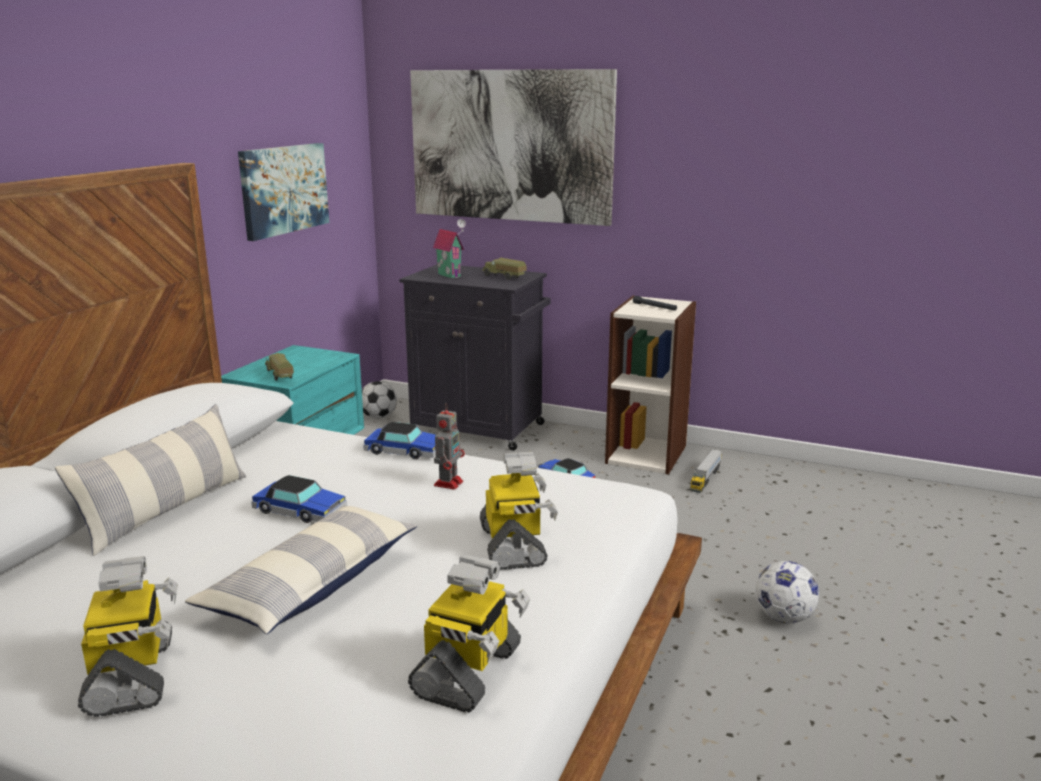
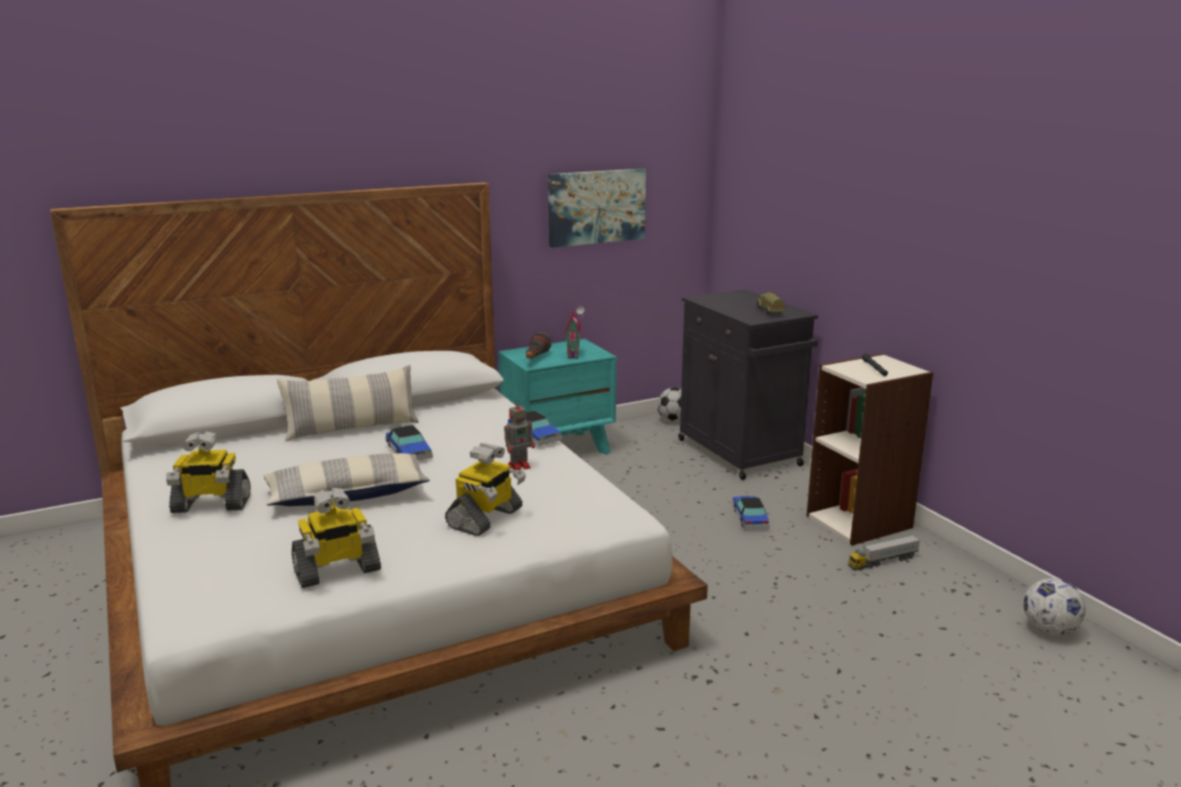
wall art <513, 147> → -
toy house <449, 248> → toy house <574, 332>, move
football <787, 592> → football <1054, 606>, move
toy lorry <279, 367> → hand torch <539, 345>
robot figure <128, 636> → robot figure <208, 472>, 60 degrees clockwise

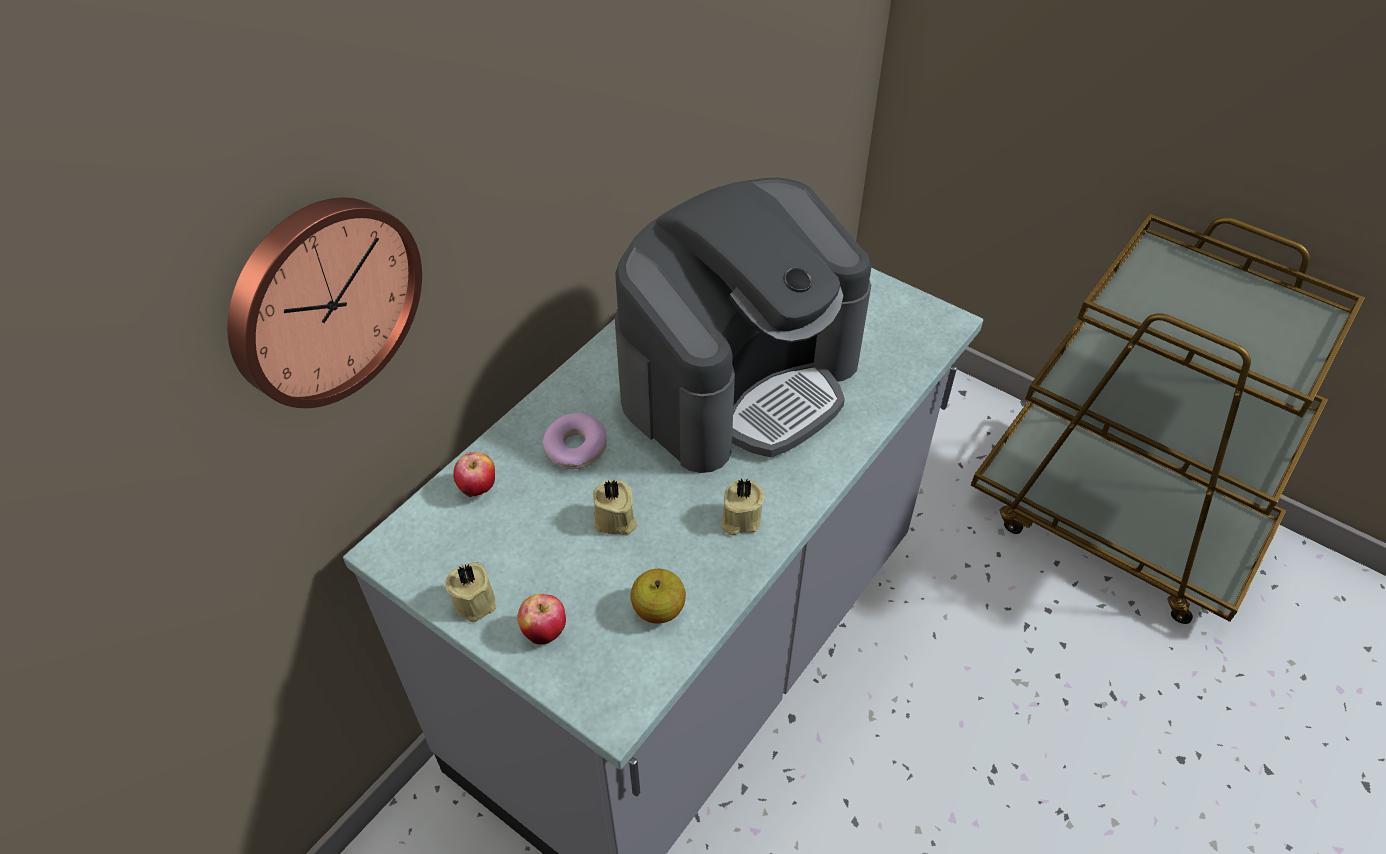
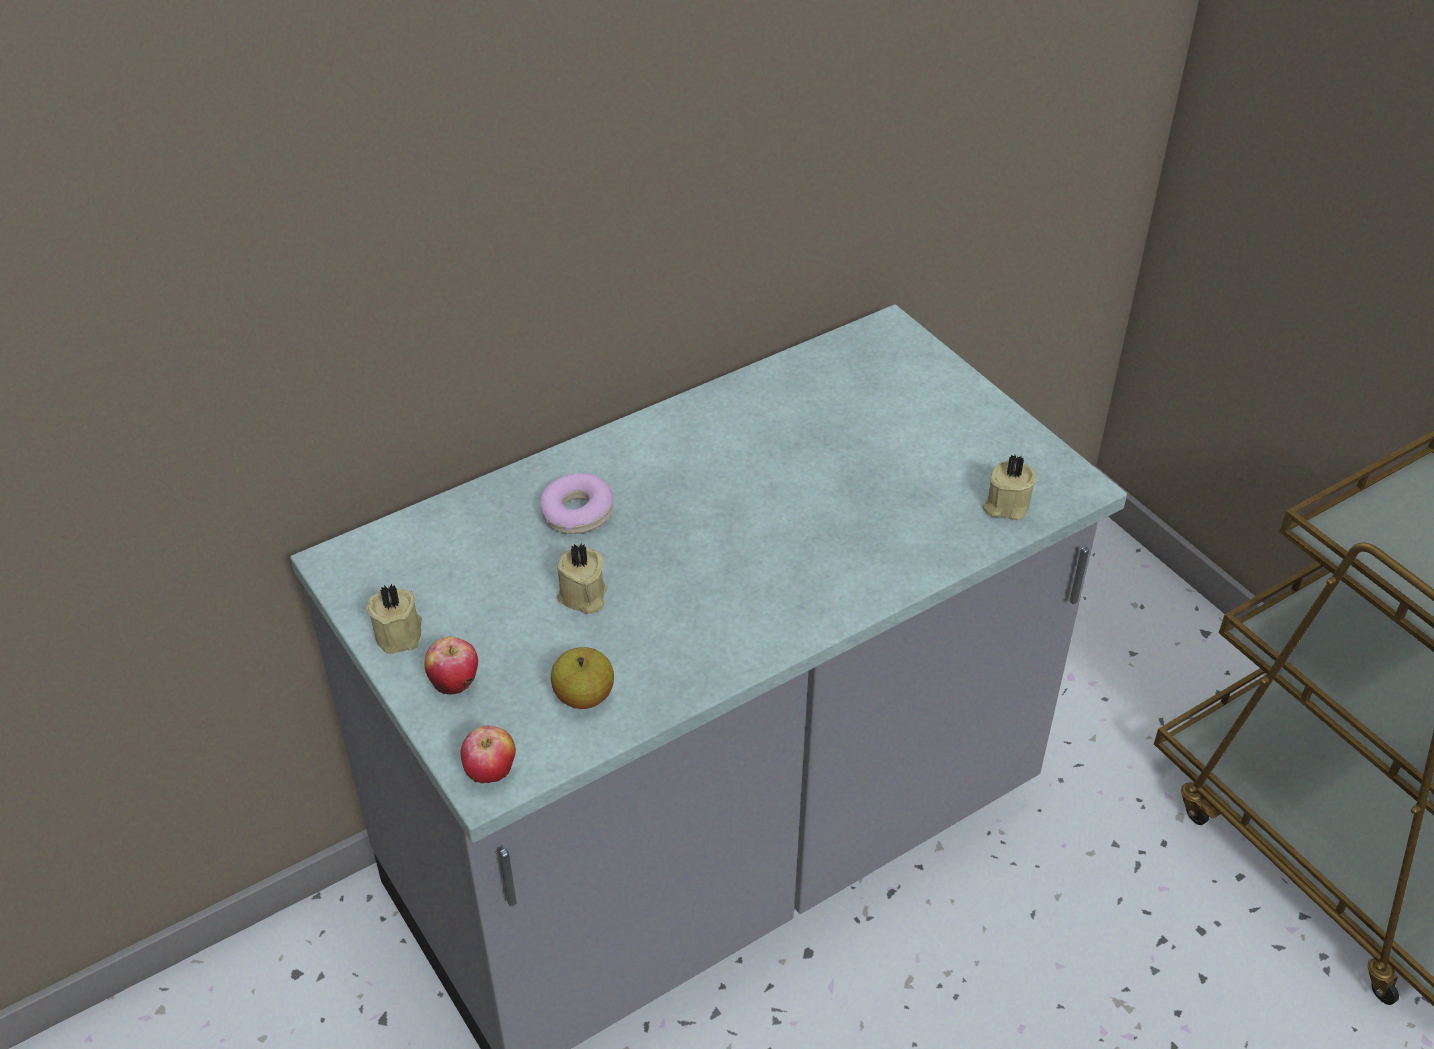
hanging clock <324, 303> → -
coffee machine <743, 325> → -
apple fruit <474, 474> → apple fruit <488, 754>, move
sand-coloured candle <743, 507> → sand-coloured candle <1009, 487>, move

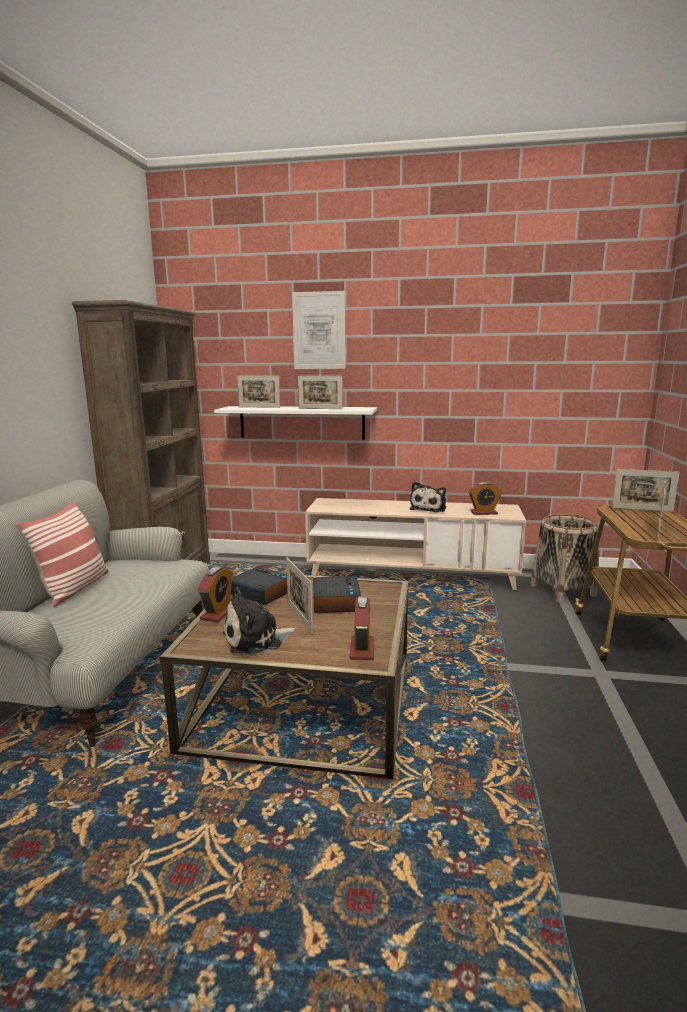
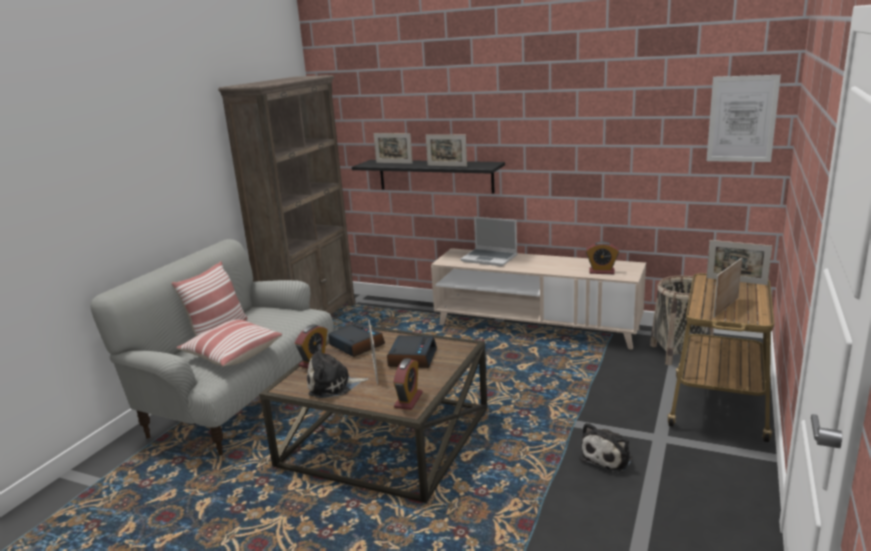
- → throw pillow <229, 343>
- → notebook computer <489, 241>
wall art <319, 330> → wall art <743, 118>, move
soft toy <428, 497> → soft toy <605, 448>, move
whitish wall shelf <295, 423> → black-coloured wall shelf <428, 176>

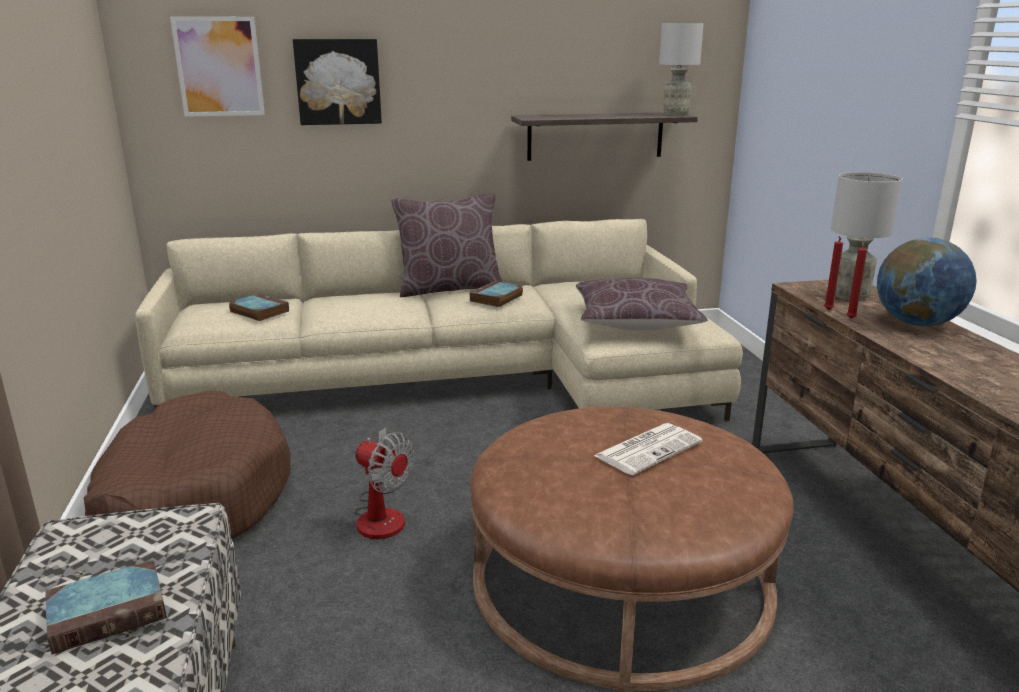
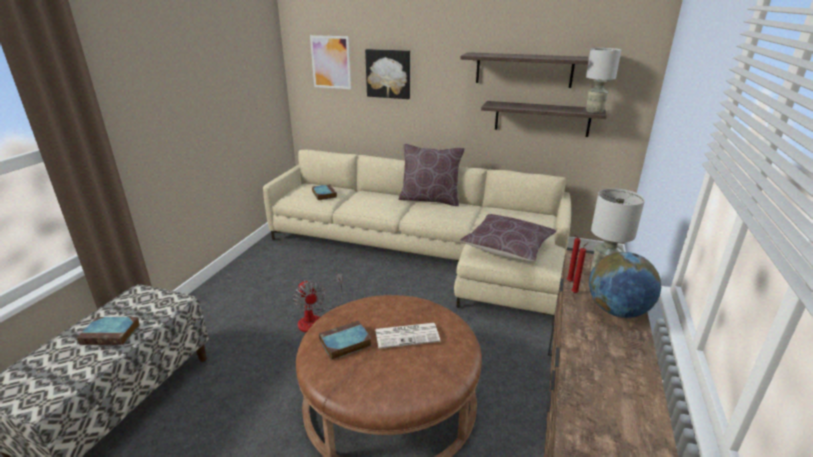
brownish dog bed <187, 465> → -
- → wall shelf <524, 70>
volume <496, 294> → volume <345, 340>, move

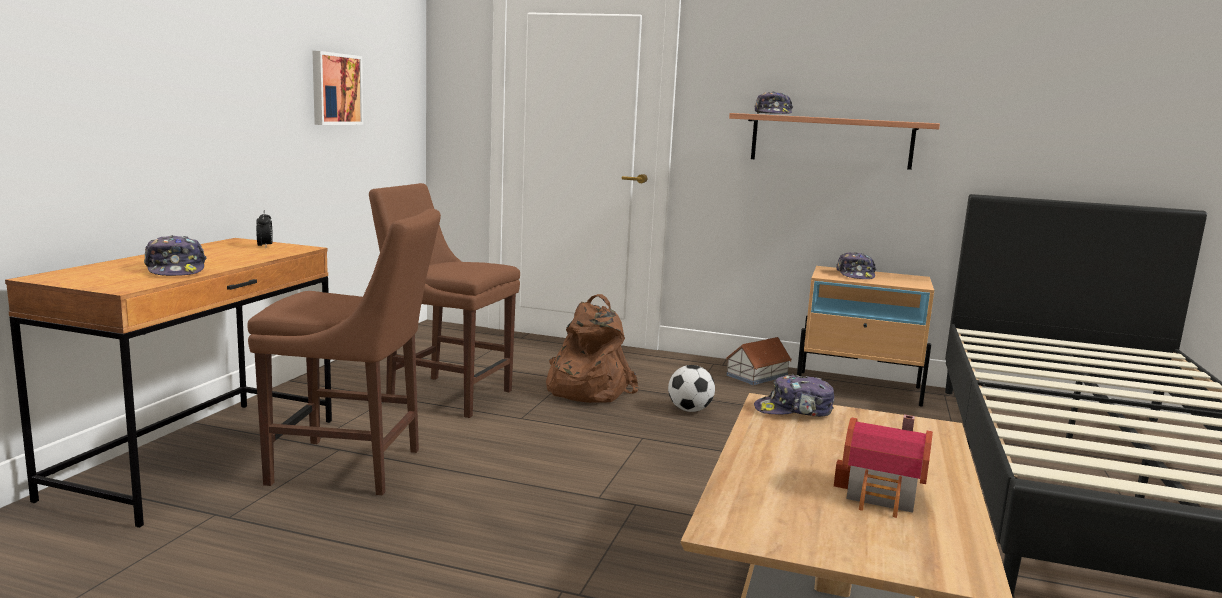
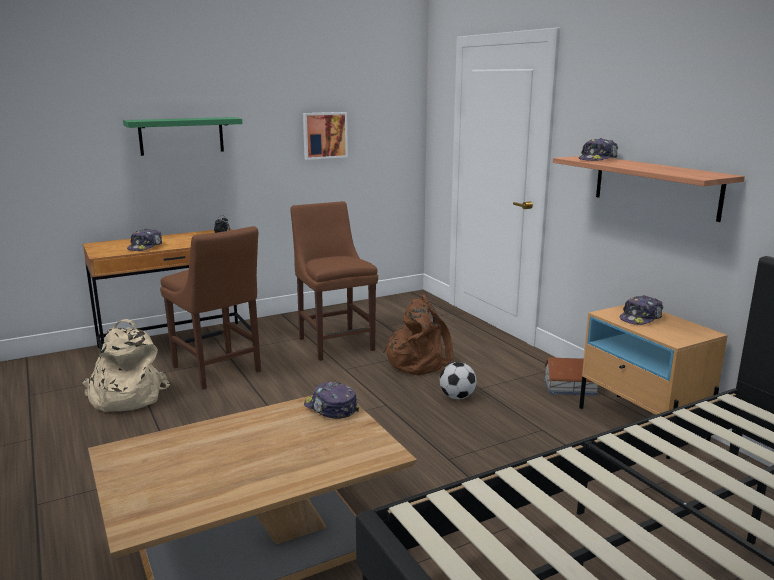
toy house <883, 466> → -
- → sand-coloured knapsack <126, 365>
- → greenish wall shelf <182, 136>

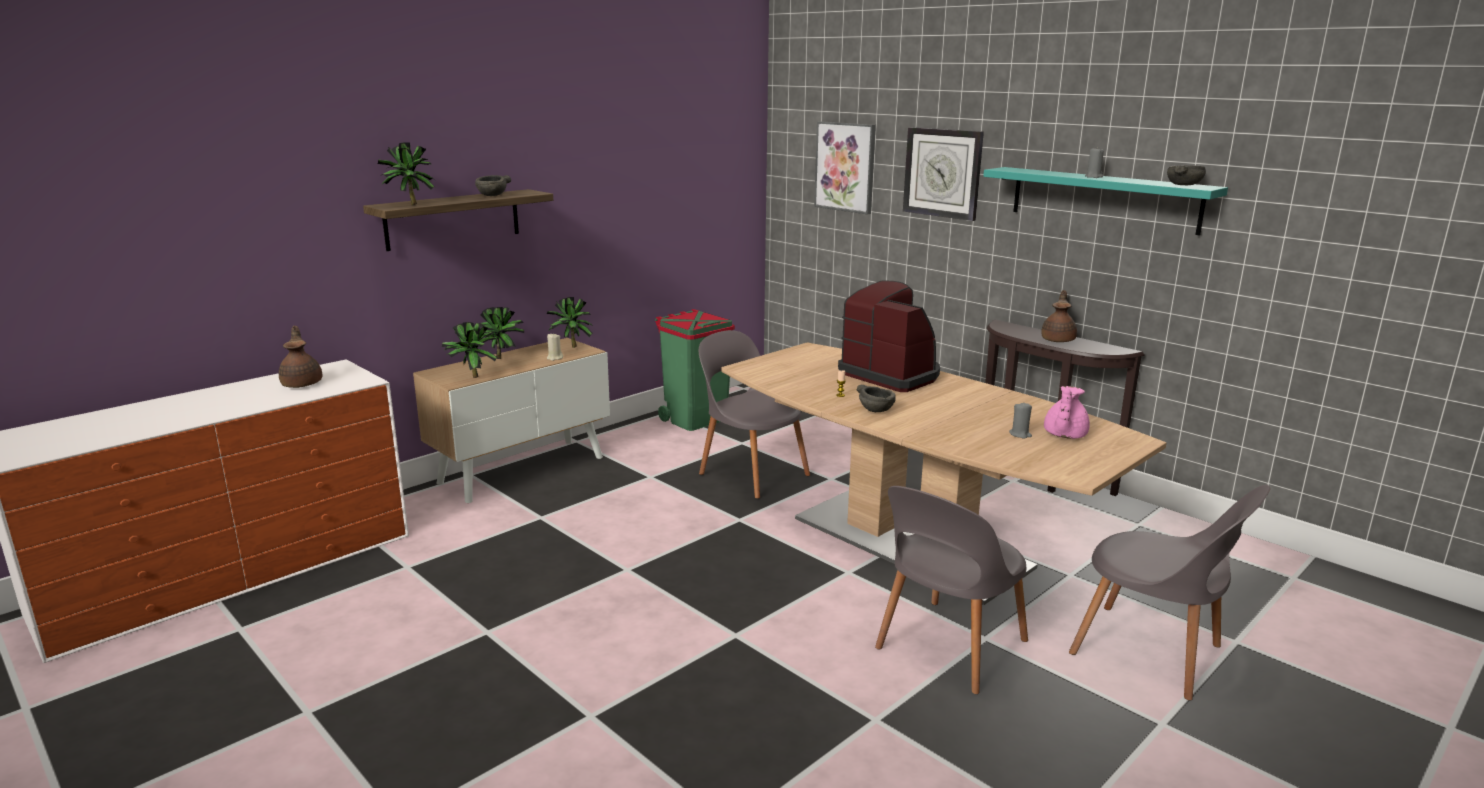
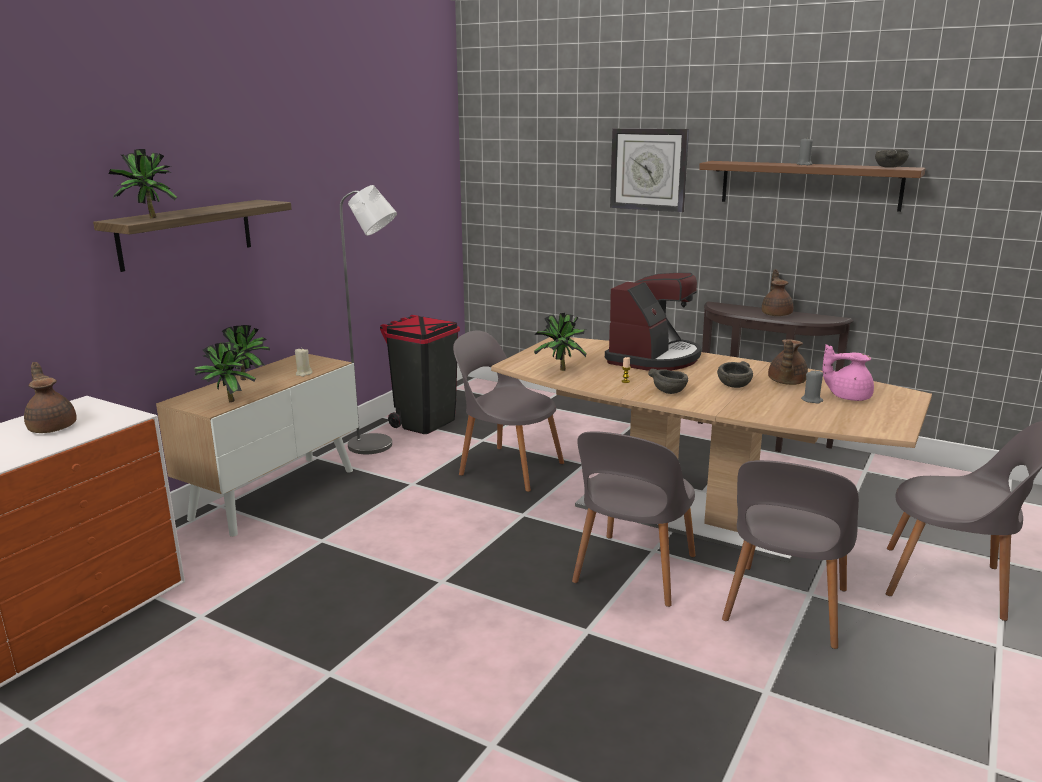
wall art <845, 168> → -
- → grey standard lamp <368, 319>
- → grey upright chair <634, 519>
- → brownish pot for tea <788, 362>
grey deep dish <493, 185> → grey deep dish <735, 374>, move
plant in a pot <570, 322> → plant in a pot <561, 342>, move
greenish waste bin <695, 370> → black-coloured waste bin <420, 374>
blue-green wall shelf <1105, 201> → brownish wall shelf <812, 186>
coffee machine <889, 336> → coffee machine <653, 322>, 90 degrees clockwise
pinkish pot for tea <1067, 412> → pinkish pot for tea <848, 372>, 90 degrees clockwise

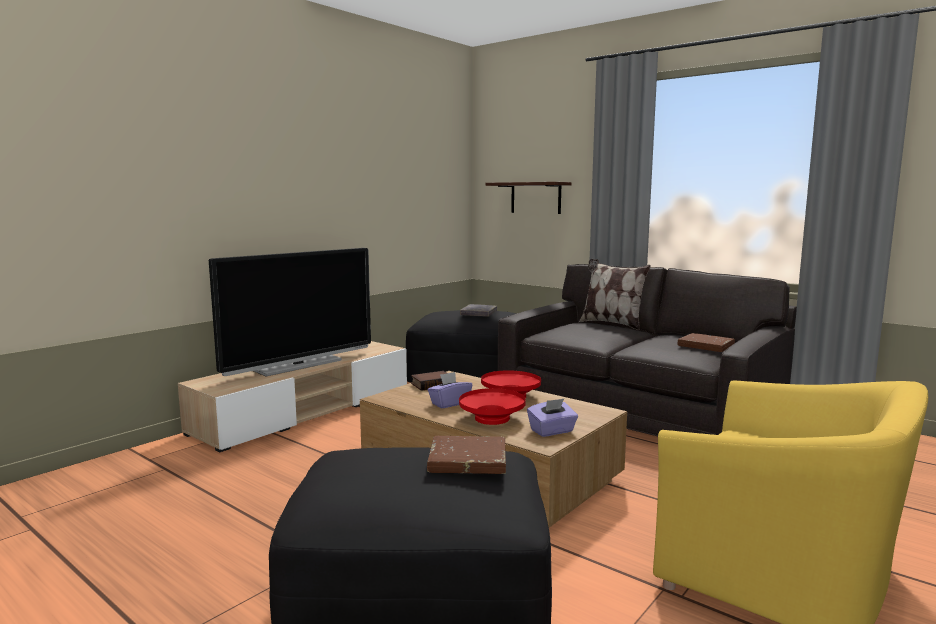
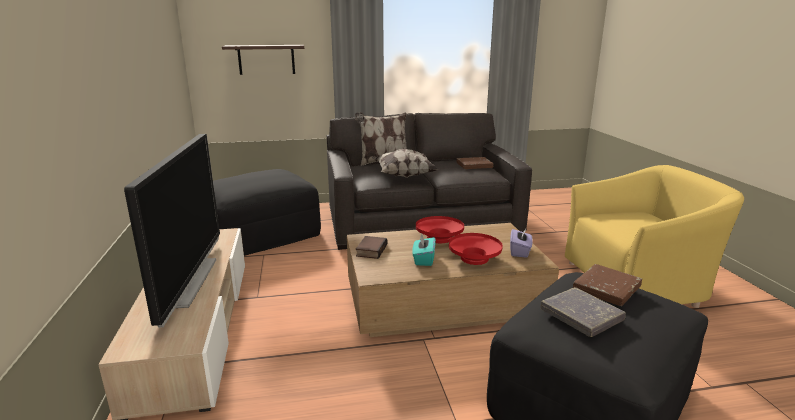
- → throw pillow <405, 163>
grey volume <478, 310> → grey volume <583, 312>, move
purple-coloured tissue box <450, 390> → blue-green tissue box <424, 250>

